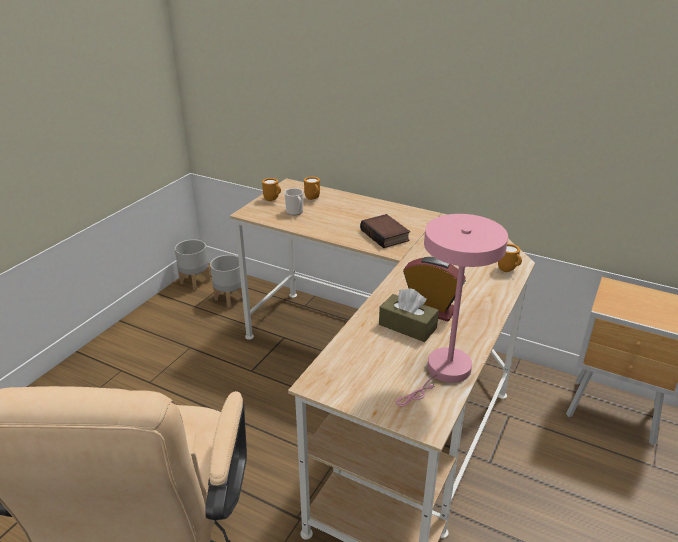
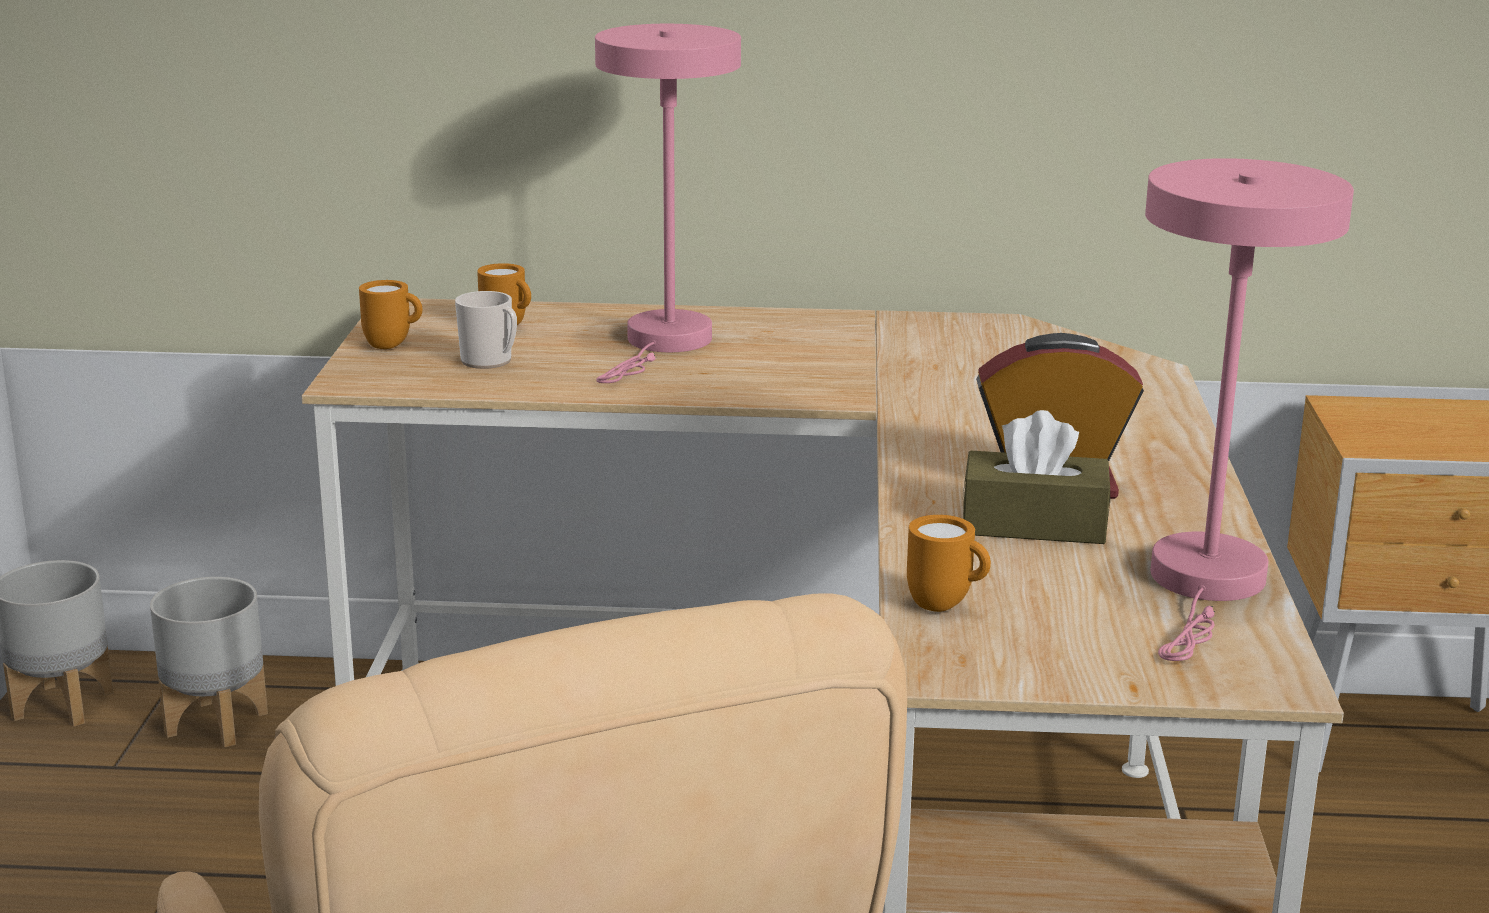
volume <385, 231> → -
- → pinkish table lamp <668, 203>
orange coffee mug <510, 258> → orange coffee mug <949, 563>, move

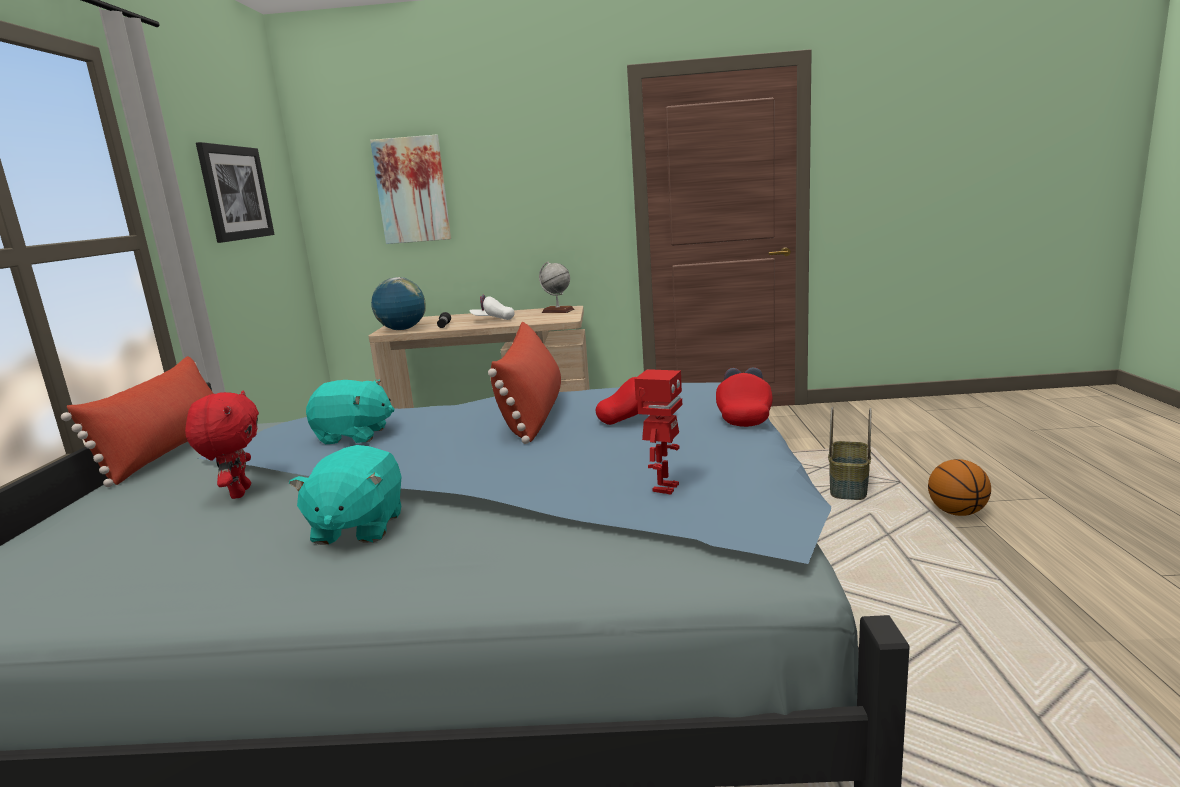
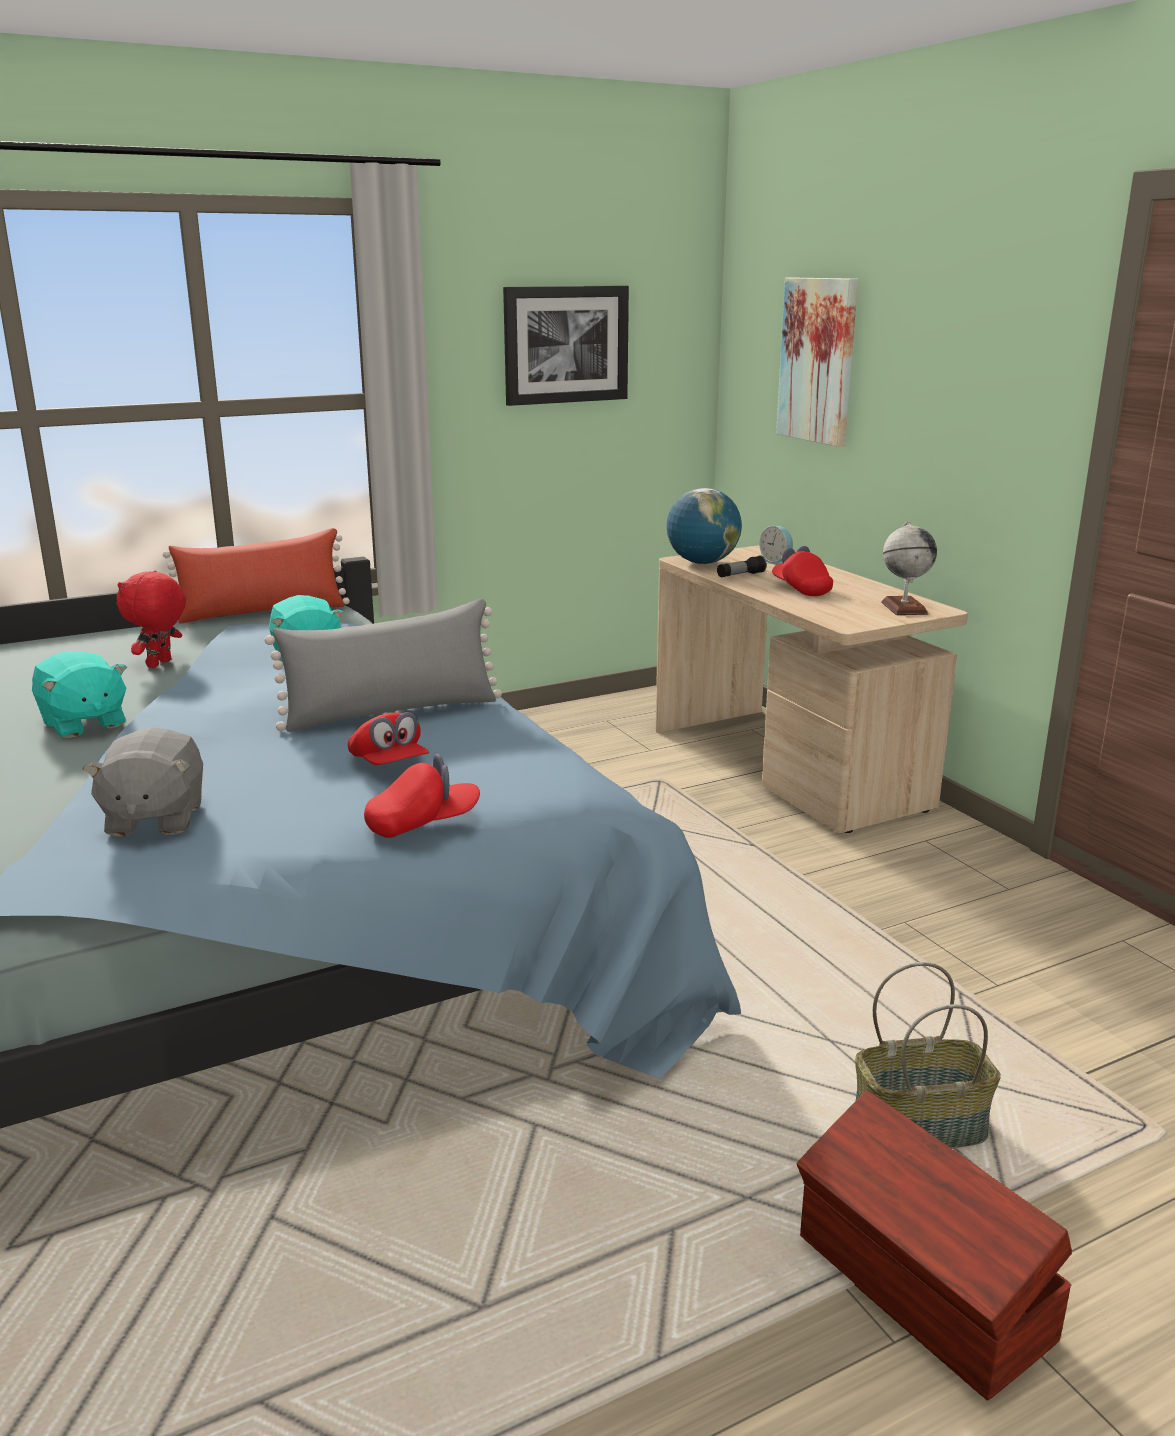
- → table clock <776, 545>
robot figure <658, 431> → grey soft toy <142, 782>
basketball <959, 487> → brownish storage container <934, 1245>
whitish cap <492, 307> → reddish cap <802, 571>
reddish throw pillow <524, 383> → grey throw pillow <383, 665>
reddish soft toy <222, 444> → reddish soft toy <151, 619>, 150 degrees clockwise
blue-green soft toy <345, 495> → blue-green soft toy <79, 694>, 105 degrees counterclockwise

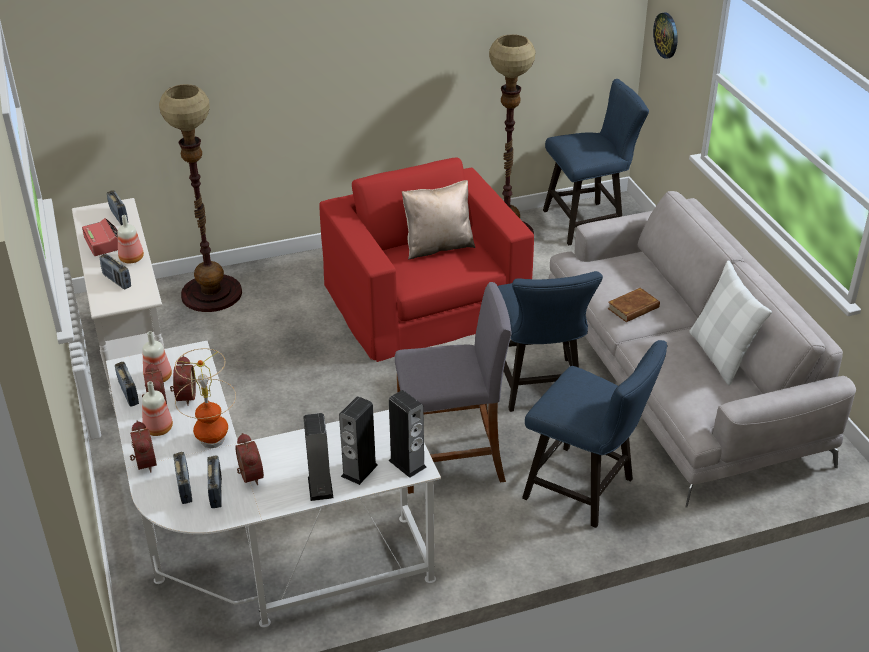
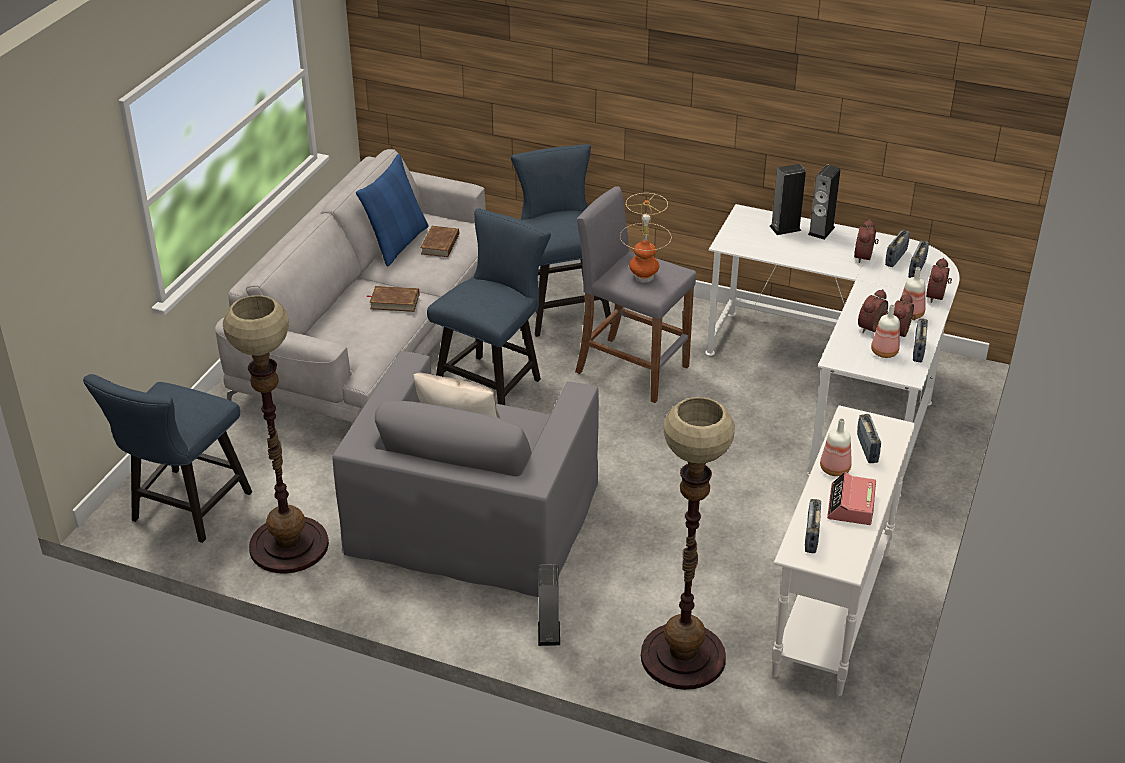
hanging clock <665, 35> → -
- → brownish volume <439, 241>
table lamp <205, 398> → table lamp <646, 238>, move
speaker <408, 434> → speaker <549, 605>, move
reddish easy chair <426, 259> → grey easy chair <465, 474>
whitish throw pillow <730, 322> → bluish throw pillow <392, 210>
bluish upright chair <596, 162> → bluish upright chair <167, 458>, 90 degrees counterclockwise

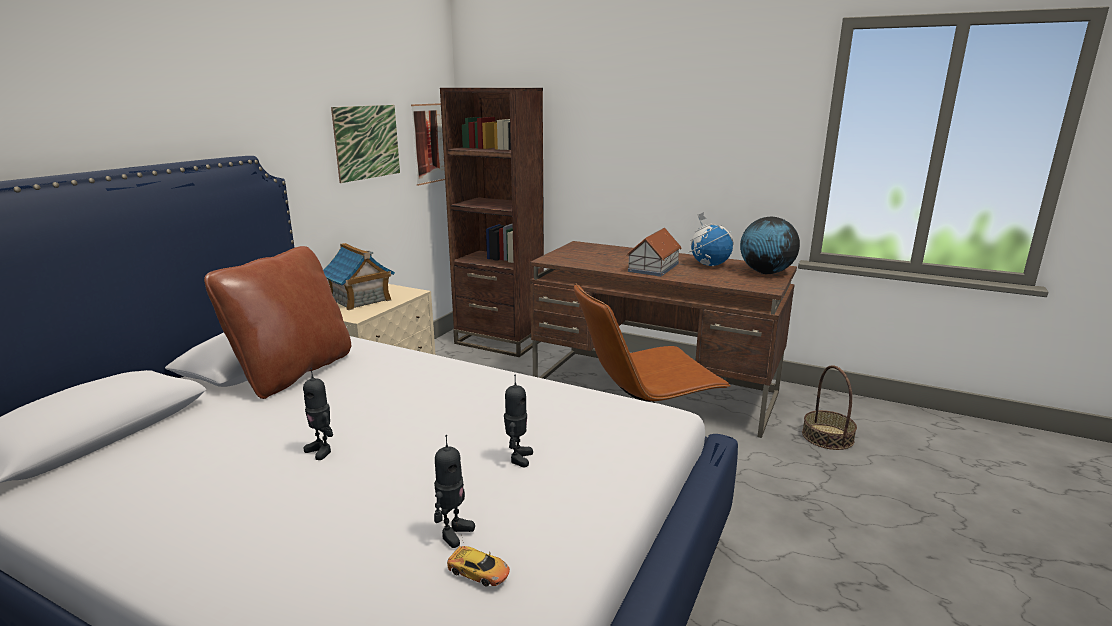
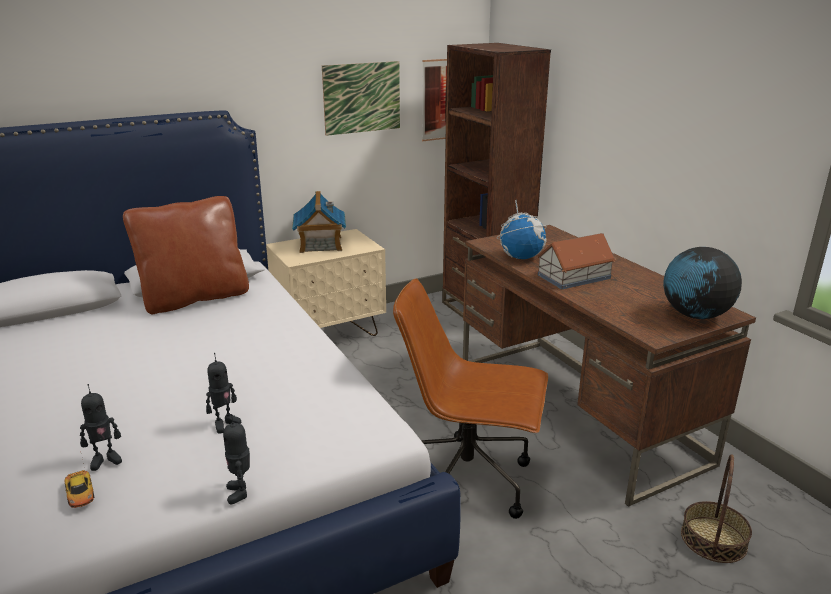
robot figure <318, 414> → robot figure <236, 459>, move
world globe <711, 239> → world globe <522, 229>, move

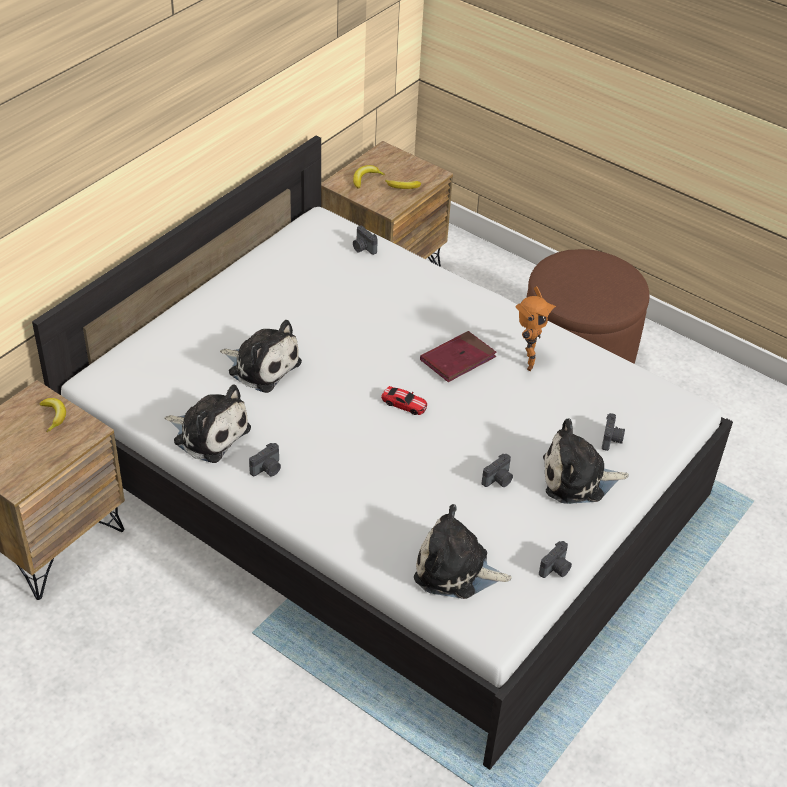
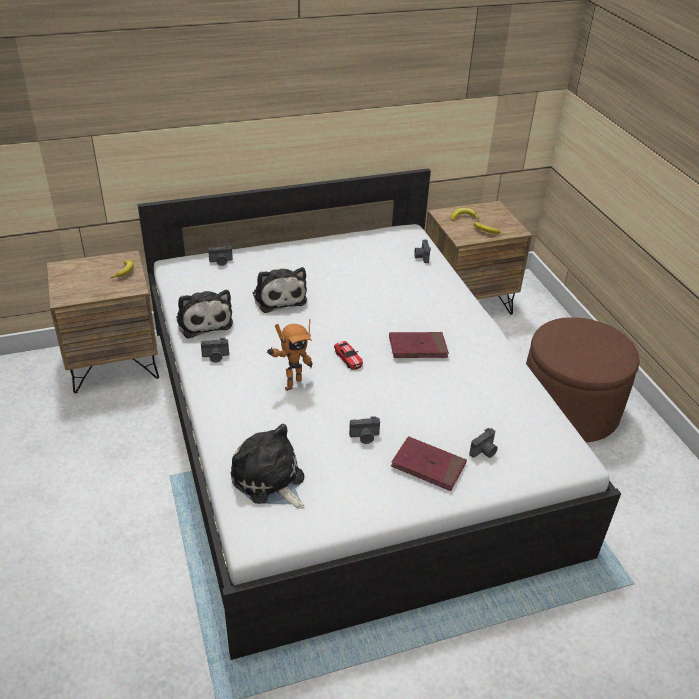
robot figure <536, 328> → robot figure <289, 355>, move
photo camera <555, 559> → photo camera <220, 255>, move
soft toy <586, 461> → reddish volume <429, 463>

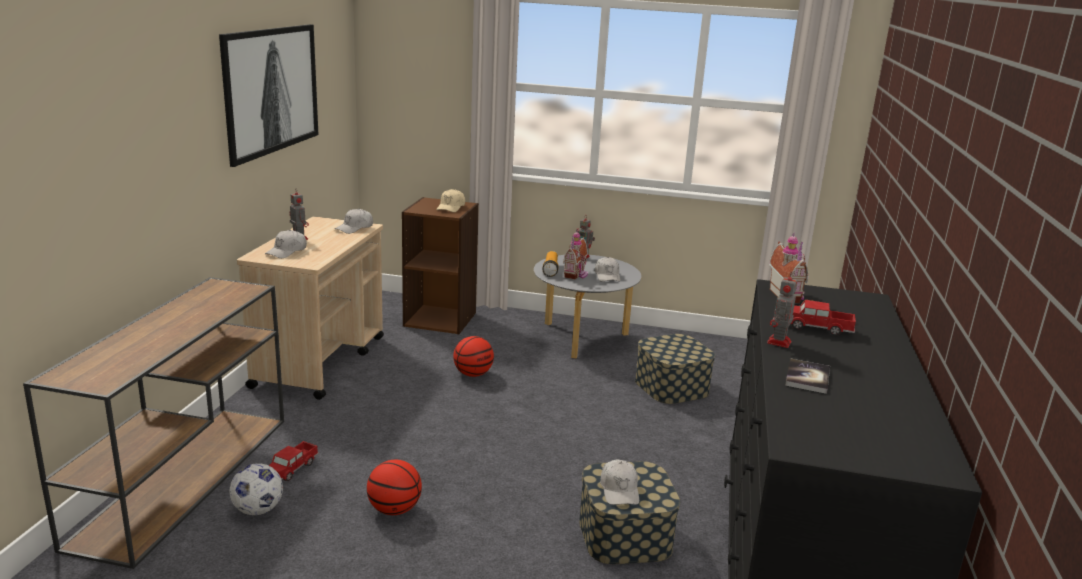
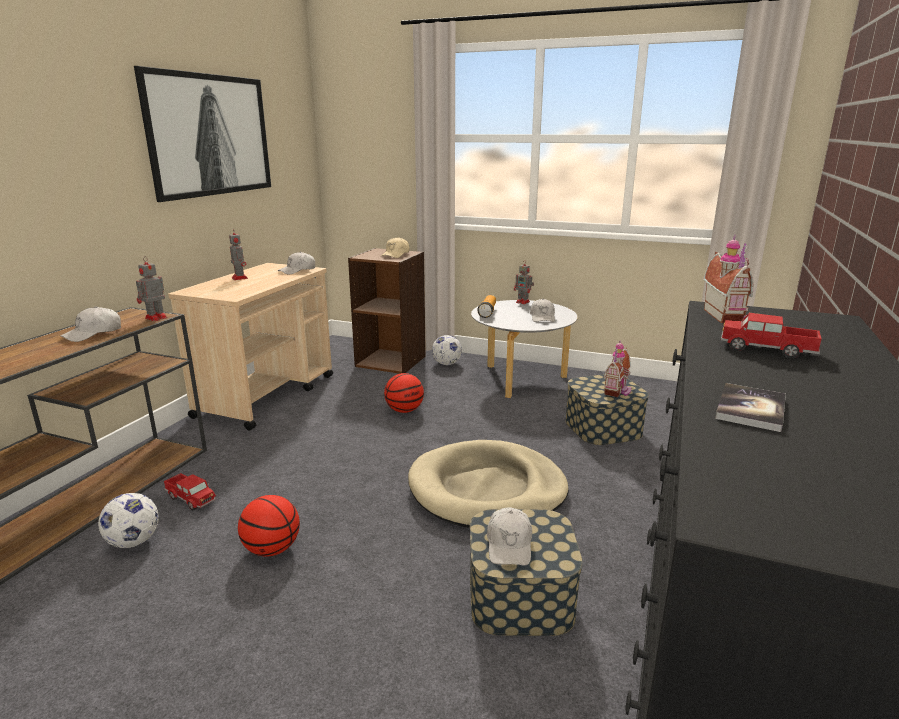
- → sand-coloured dog bed <488, 484>
- → football <447, 350>
whitish cap <286, 244> → whitish cap <91, 324>, move
toy house <575, 254> → toy house <617, 368>, move
robot figure <782, 309> → robot figure <151, 288>, move
toy lorry <294, 461> → toy lorry <190, 491>, 90 degrees counterclockwise

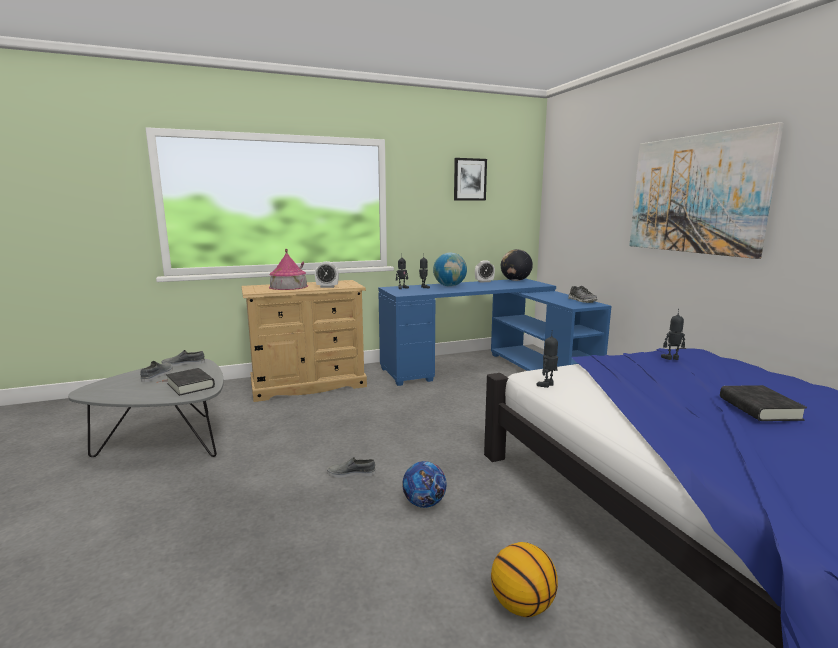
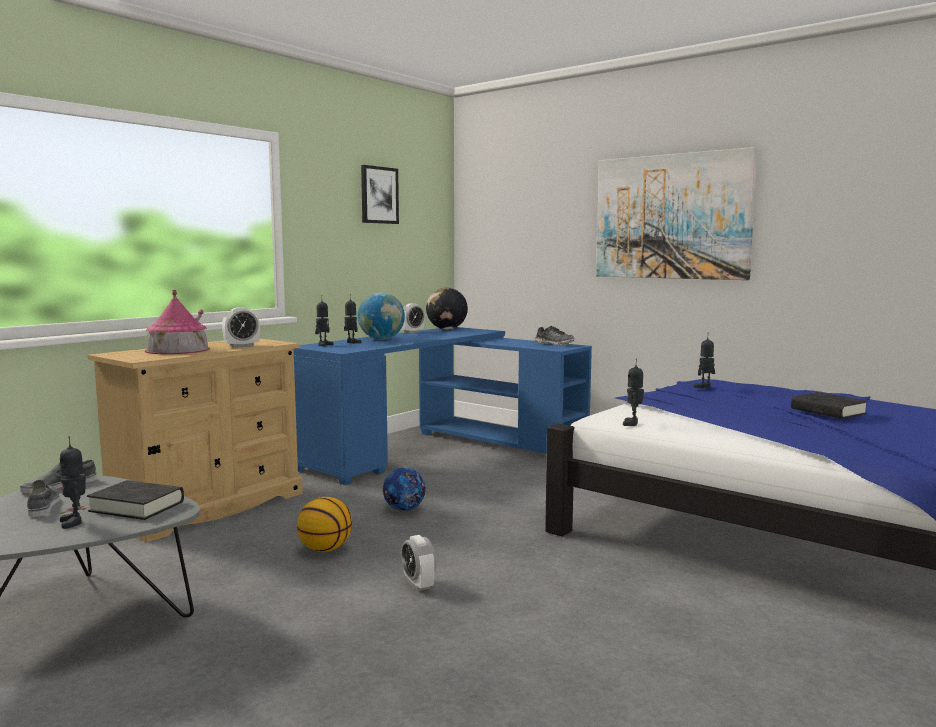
- → robot figure <73, 482>
football <424, 484> → football <404, 489>, move
basketball <524, 579> → basketball <324, 524>, move
grey low shoe <351, 467> → table clock <418, 563>

